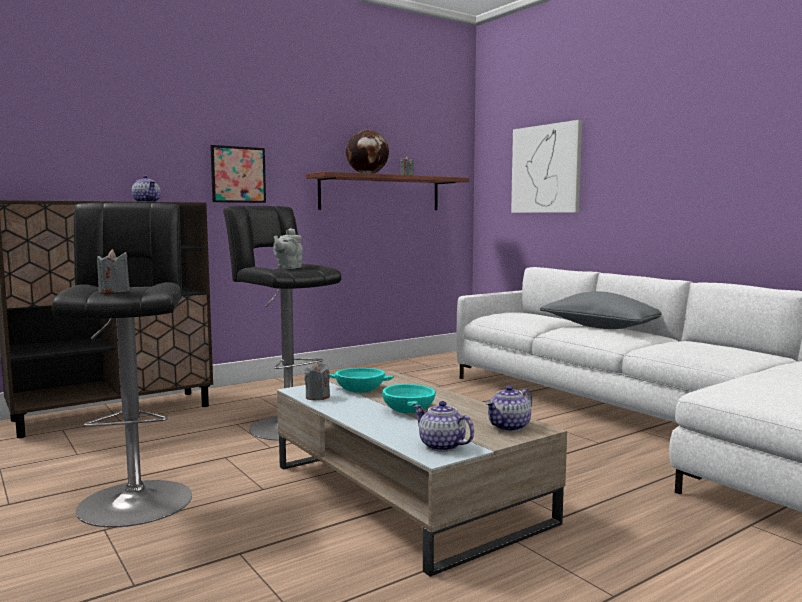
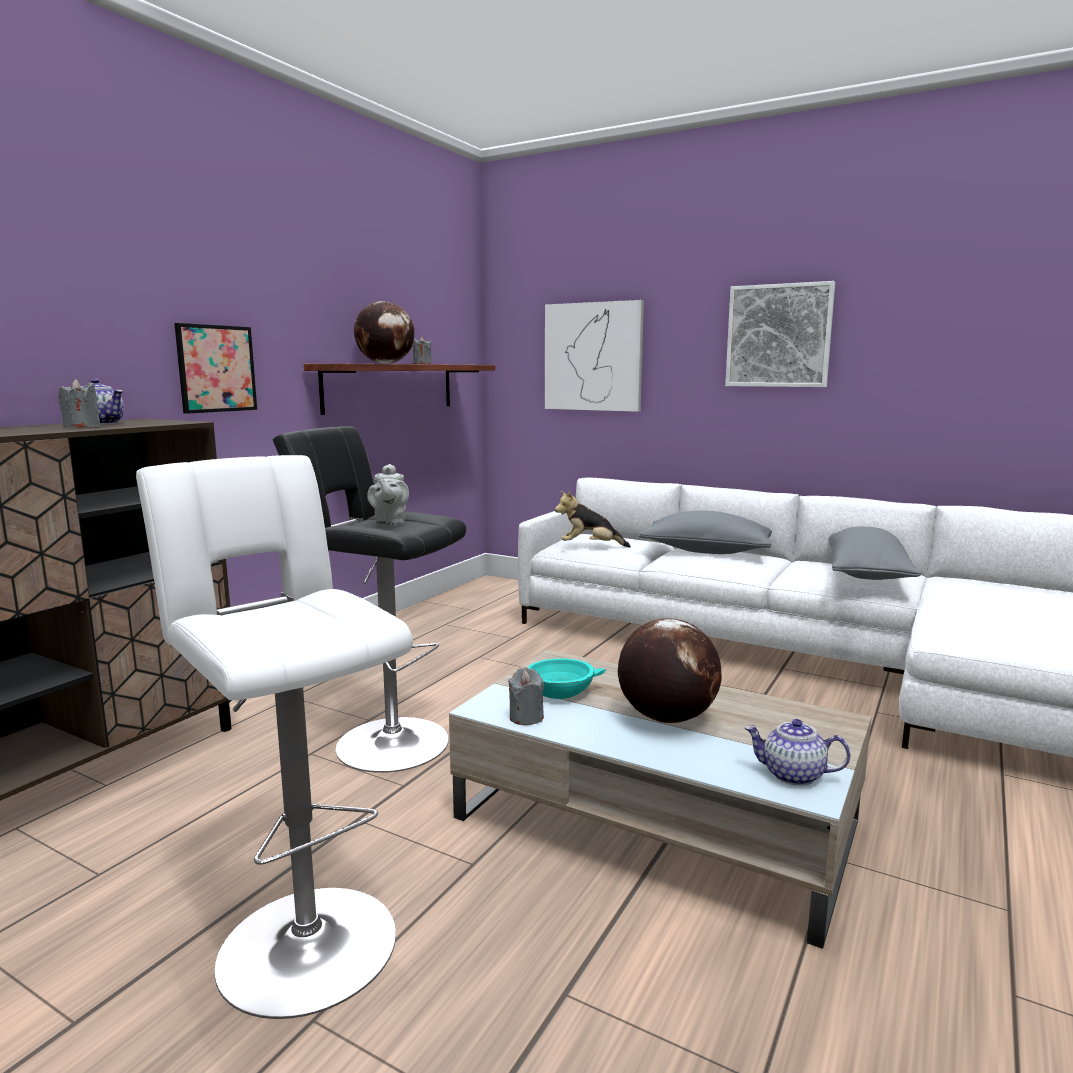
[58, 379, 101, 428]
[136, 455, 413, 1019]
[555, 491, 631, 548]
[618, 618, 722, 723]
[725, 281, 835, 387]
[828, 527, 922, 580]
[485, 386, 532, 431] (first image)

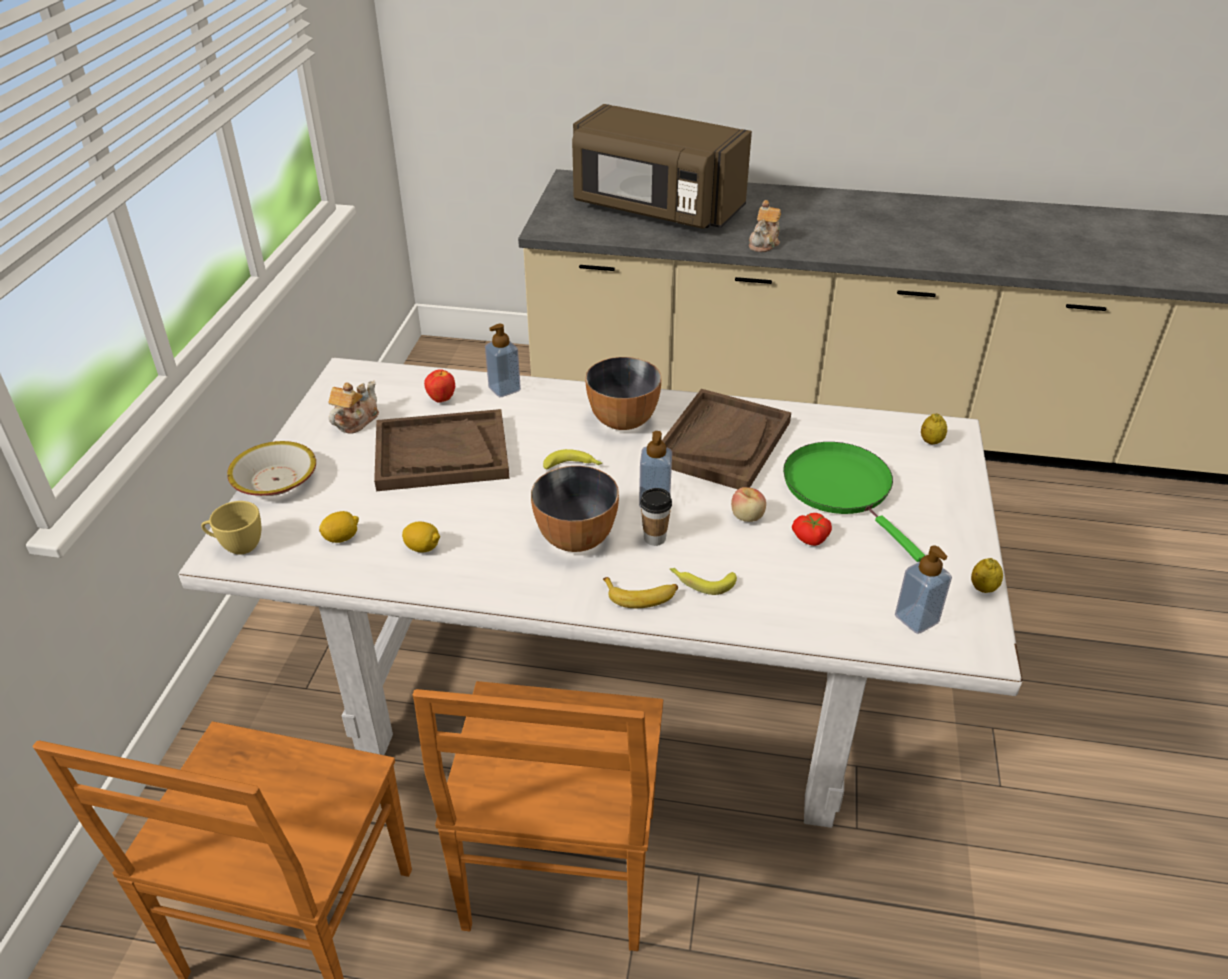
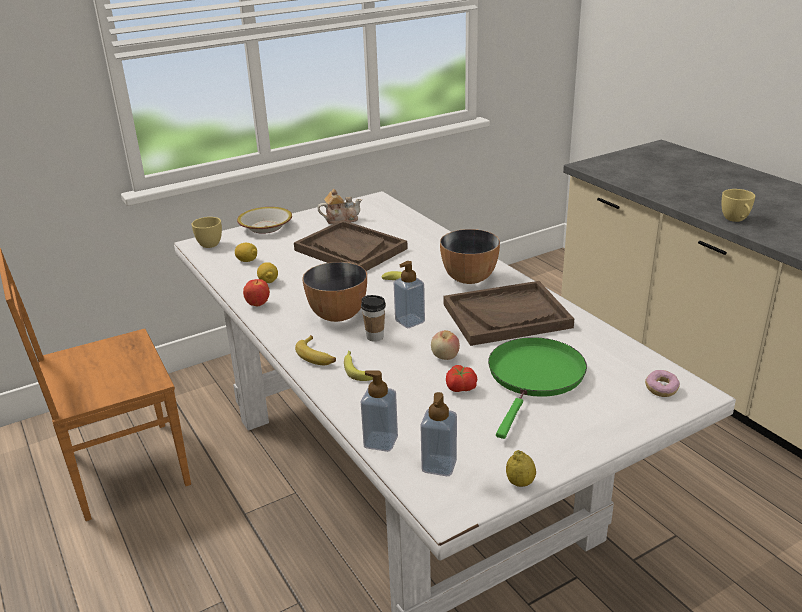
[243, 279, 270, 307]
[361, 370, 398, 452]
[645, 370, 680, 397]
[722, 189, 755, 222]
[413, 681, 663, 951] (first image)
[572, 104, 752, 229] (first image)

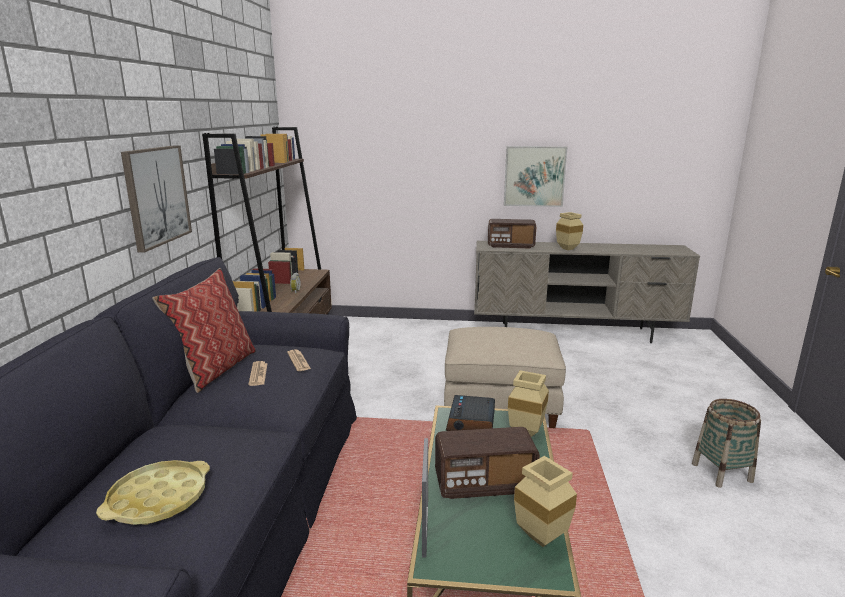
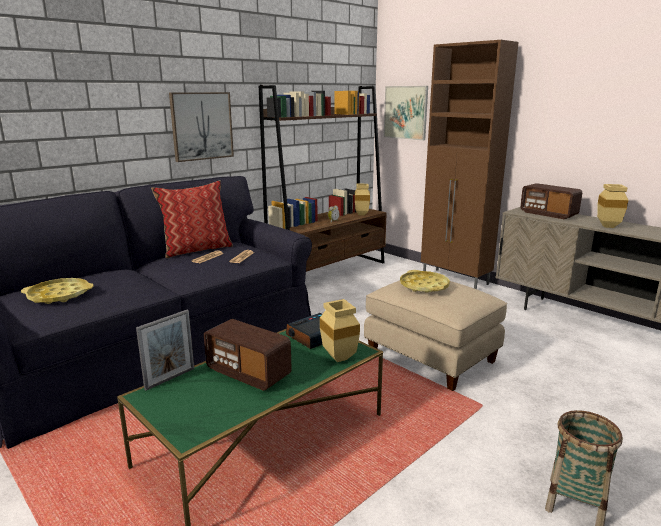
[355, 184, 370, 216]
[384, 86, 428, 140]
[400, 270, 450, 293]
[421, 40, 519, 289]

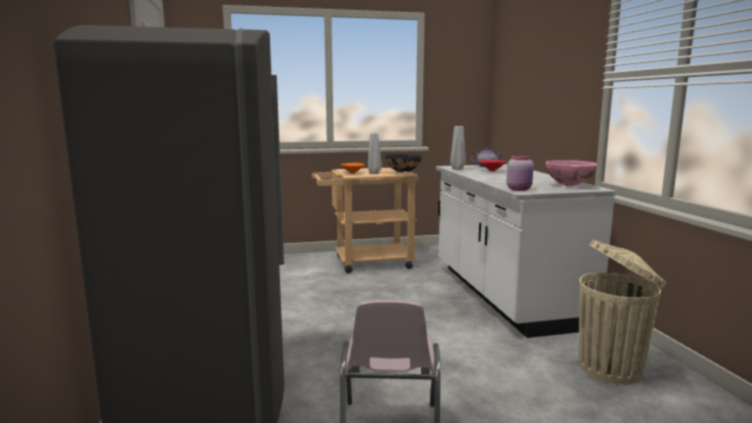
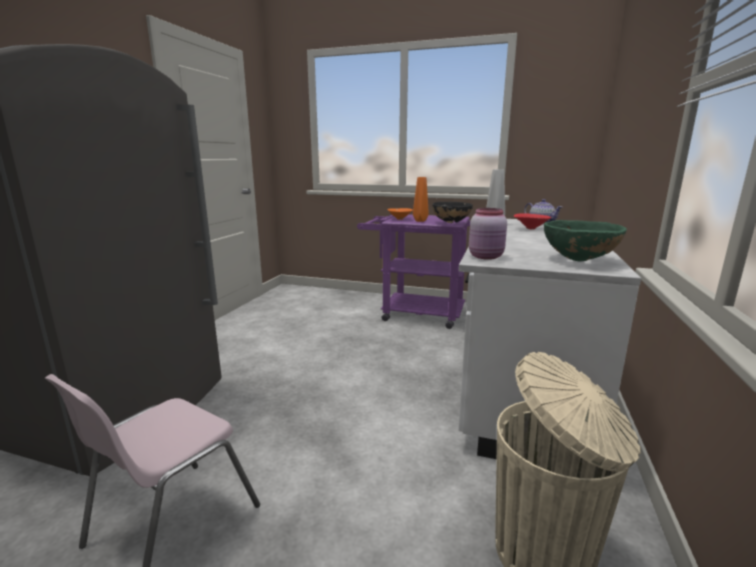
[357, 214, 470, 329]
[413, 177, 429, 222]
[544, 220, 627, 261]

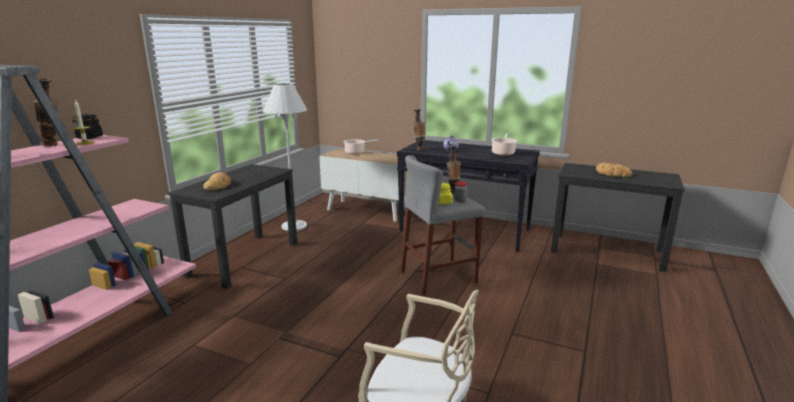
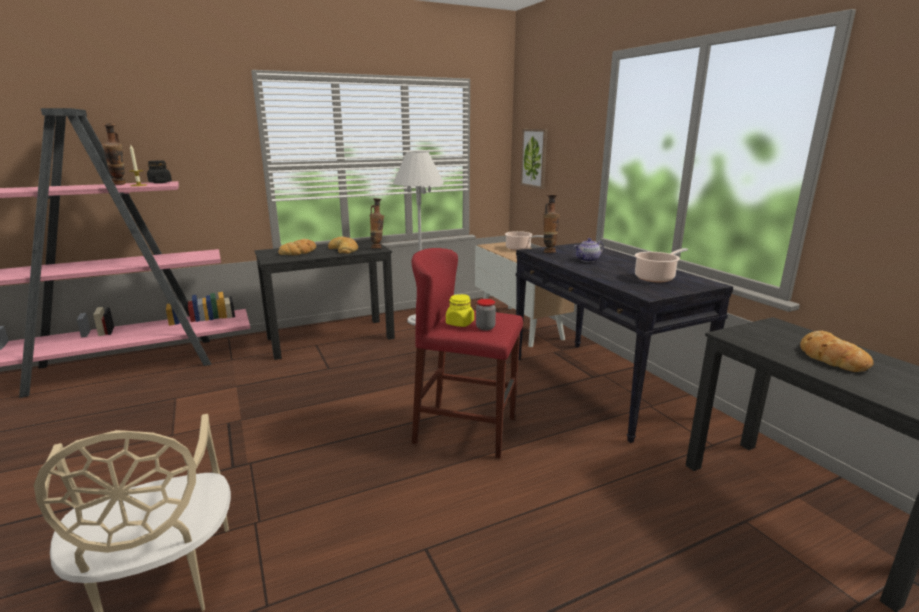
[328, 237, 358, 254]
[370, 198, 384, 248]
[412, 248, 523, 458]
[520, 129, 548, 189]

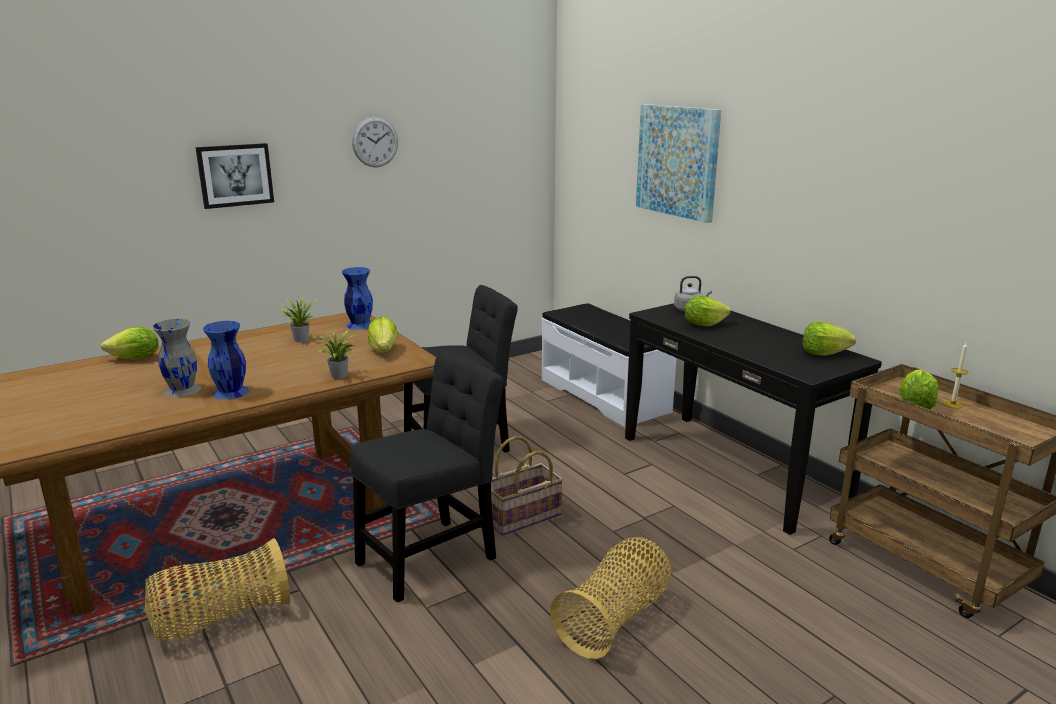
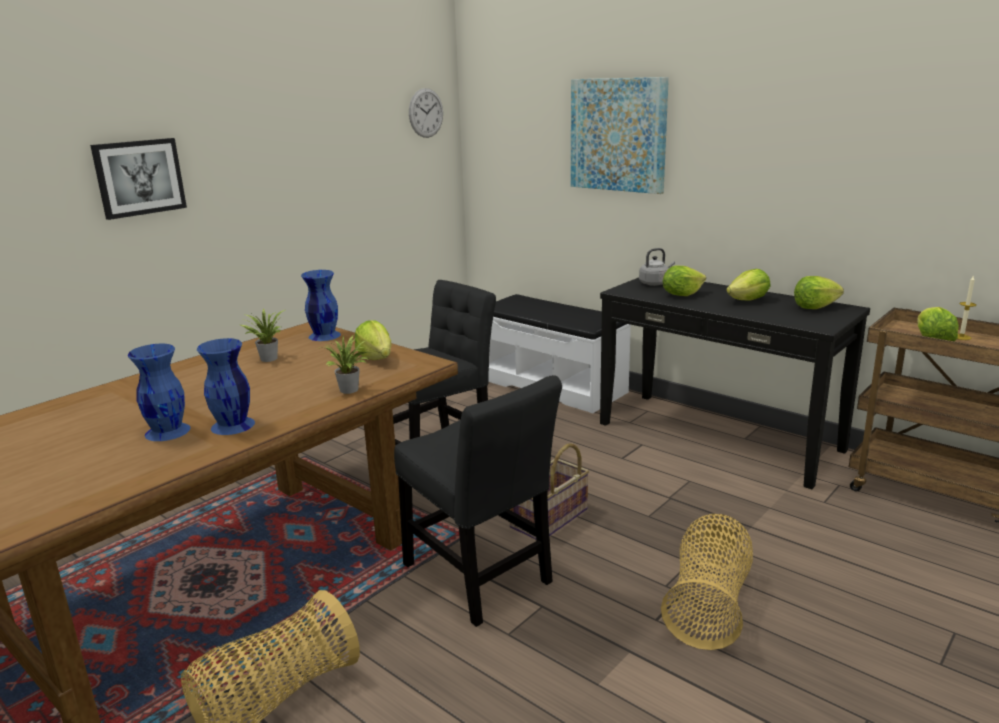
[128, 344, 190, 441]
[394, 375, 562, 627]
[409, 88, 443, 138]
[726, 269, 770, 301]

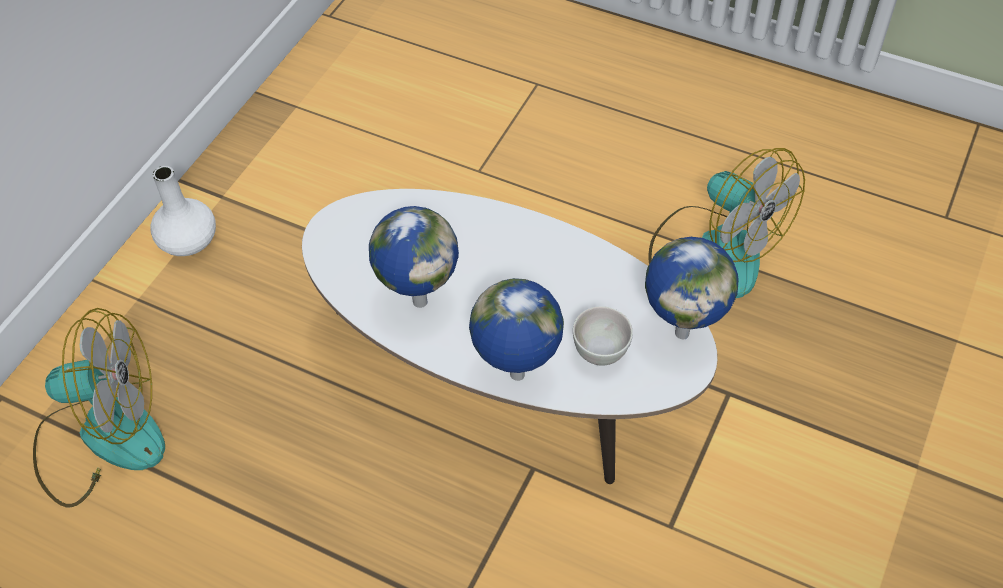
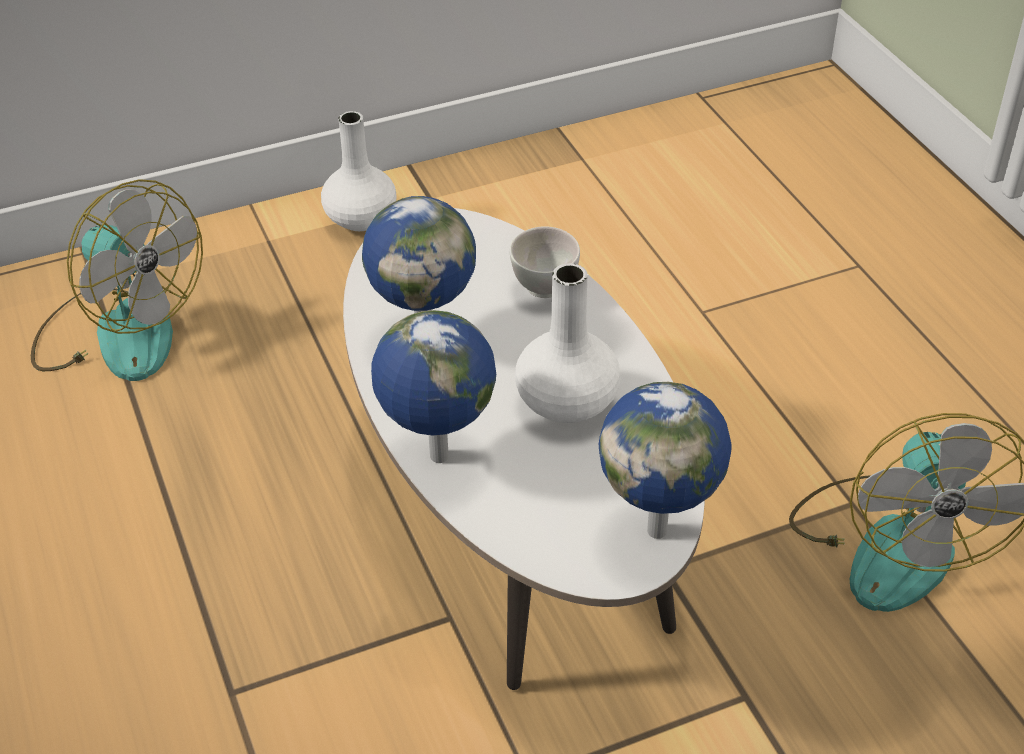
[510, 226, 580, 298]
[515, 263, 621, 423]

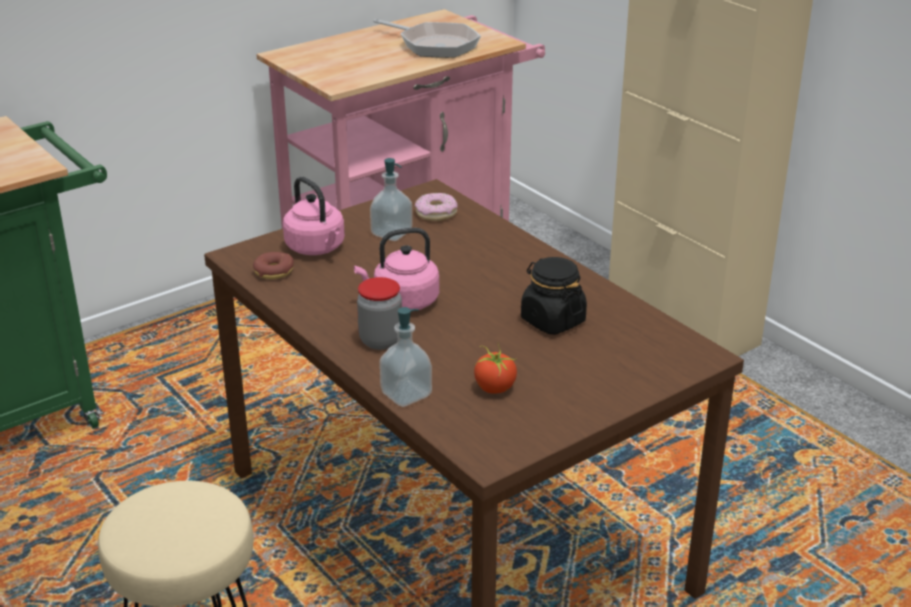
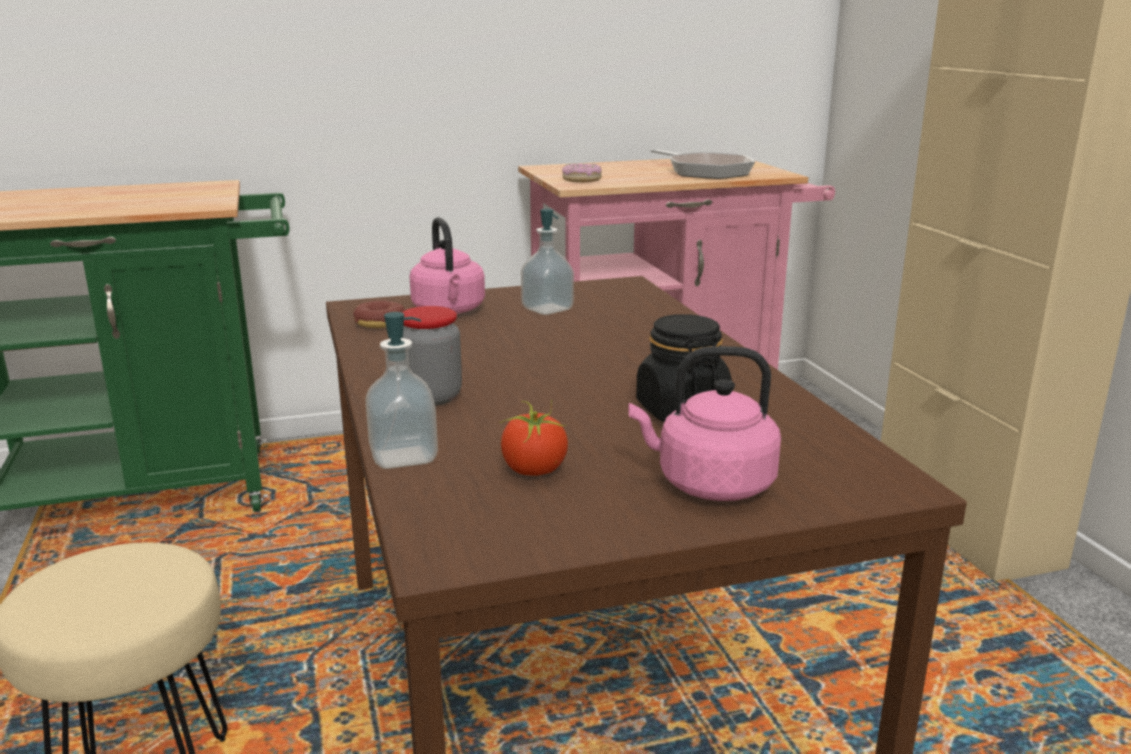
[562, 163, 602, 182]
[628, 346, 781, 501]

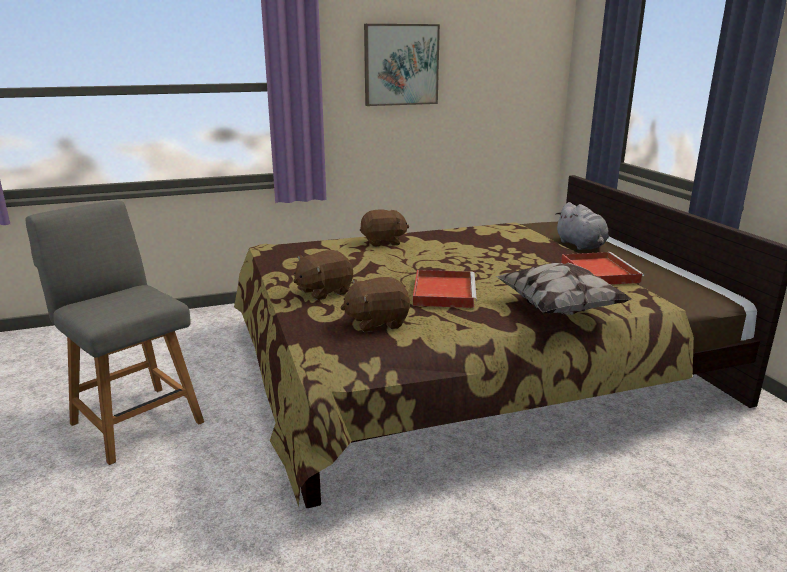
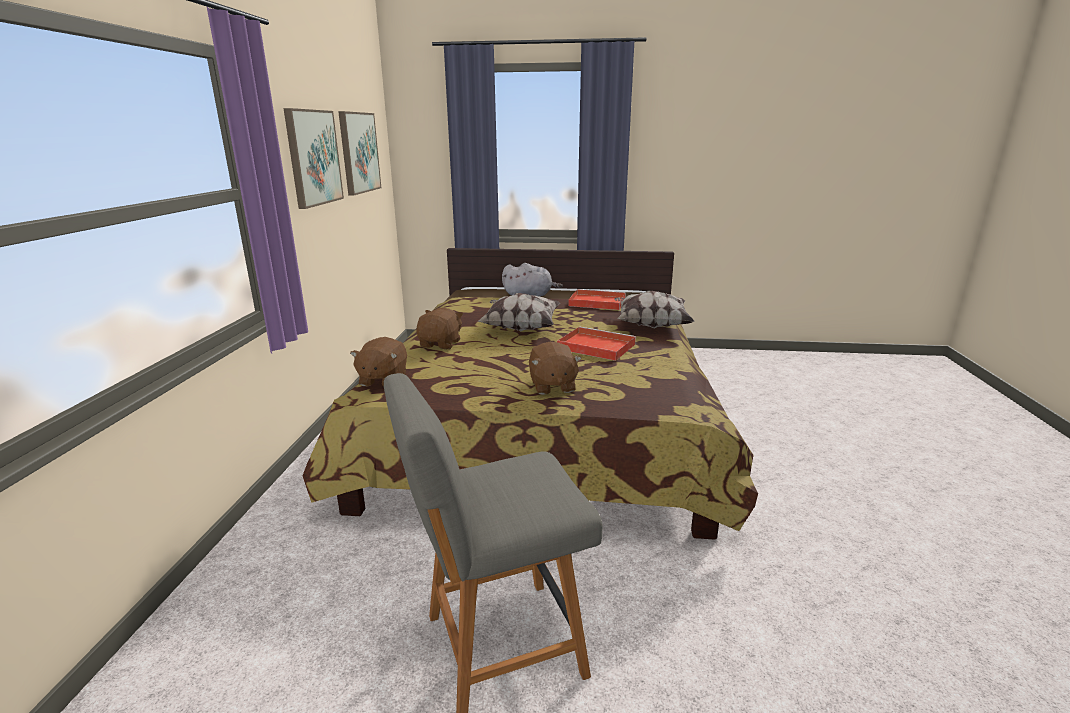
[338, 111, 381, 196]
[350, 337, 407, 386]
[477, 293, 560, 331]

